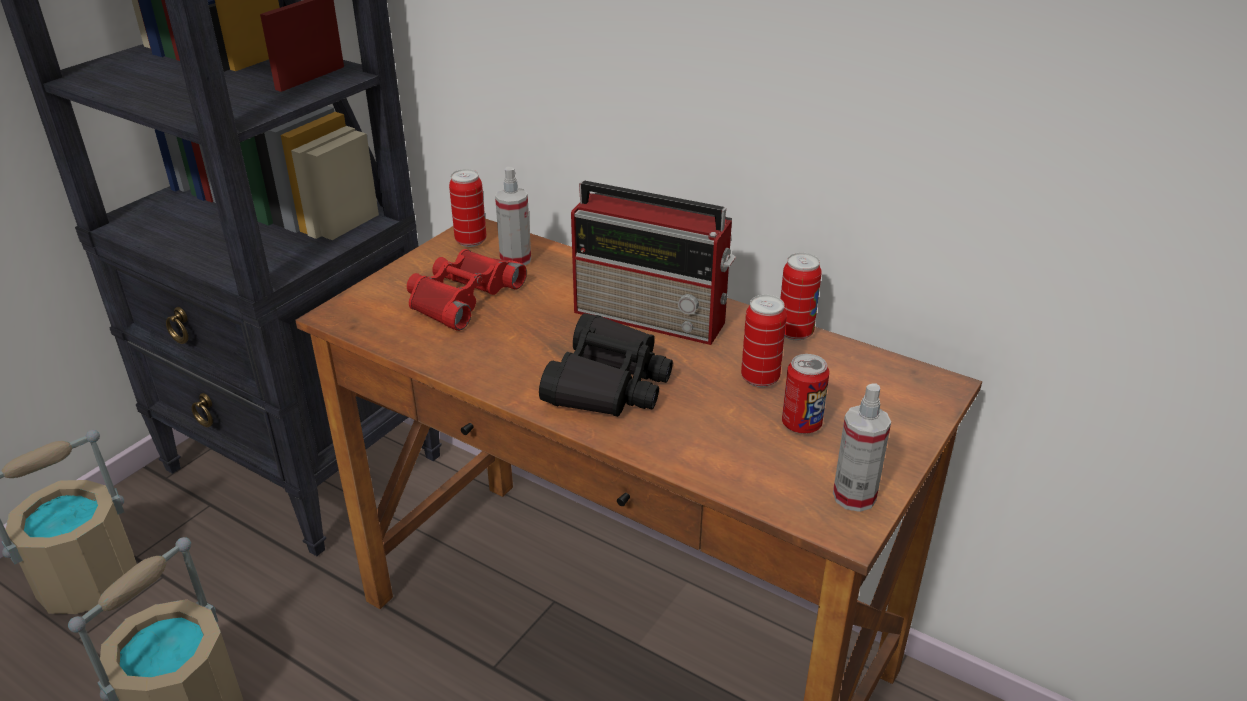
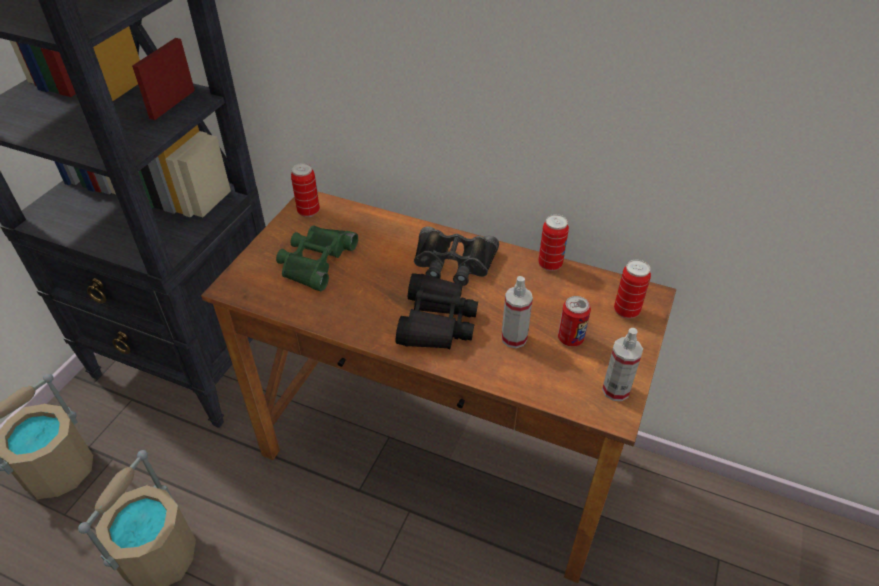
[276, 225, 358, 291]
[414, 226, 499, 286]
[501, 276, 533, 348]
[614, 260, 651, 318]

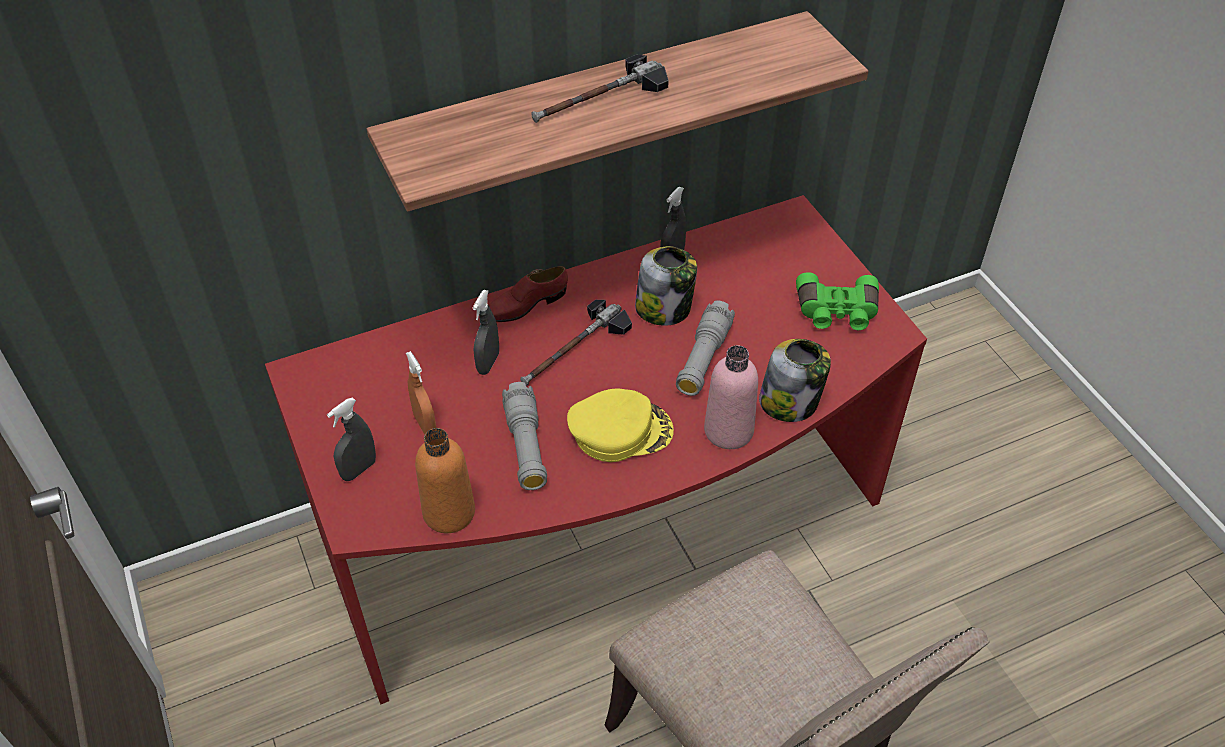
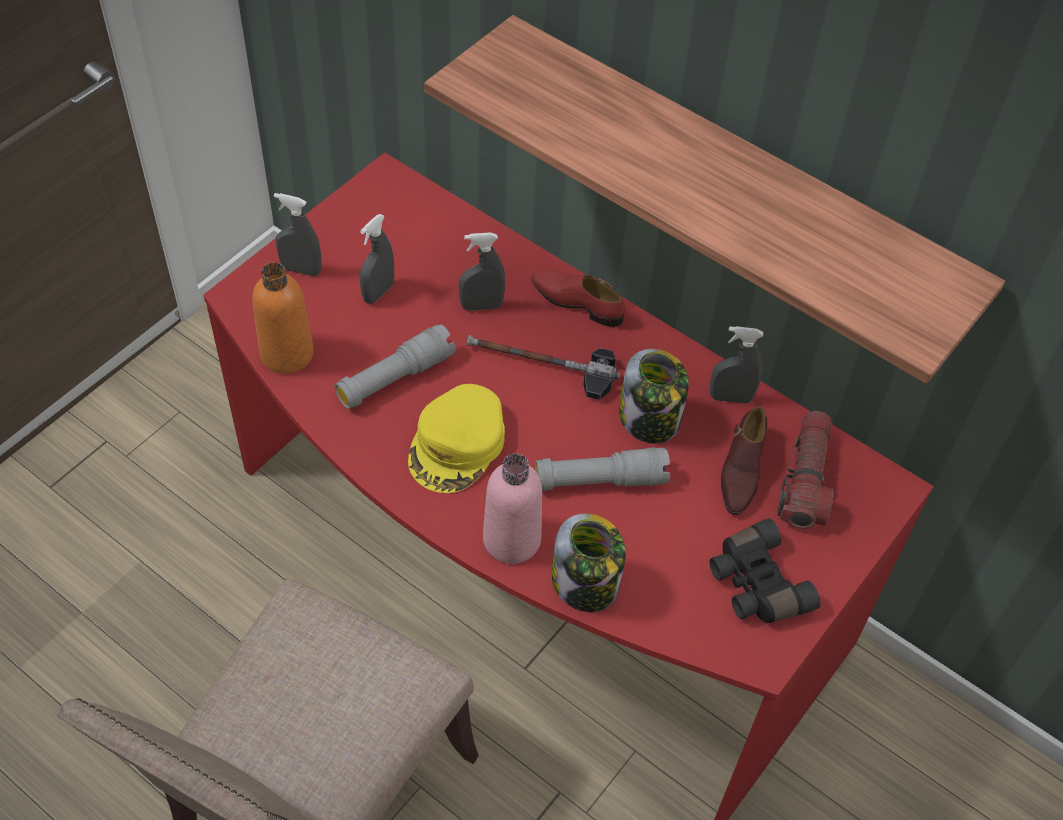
[360, 214, 394, 304]
[408, 384, 505, 493]
[709, 518, 821, 623]
[721, 406, 767, 515]
[777, 411, 834, 529]
[531, 55, 669, 123] (first image)

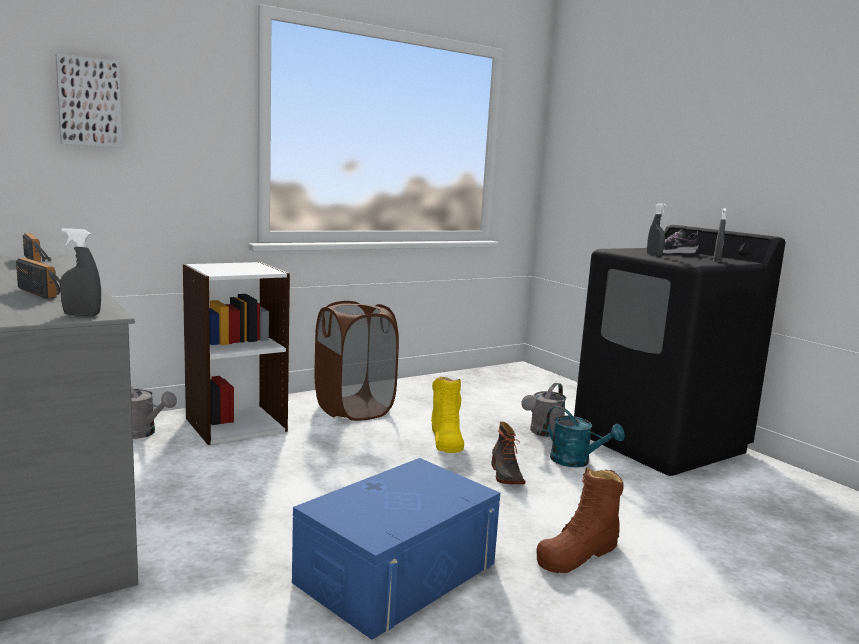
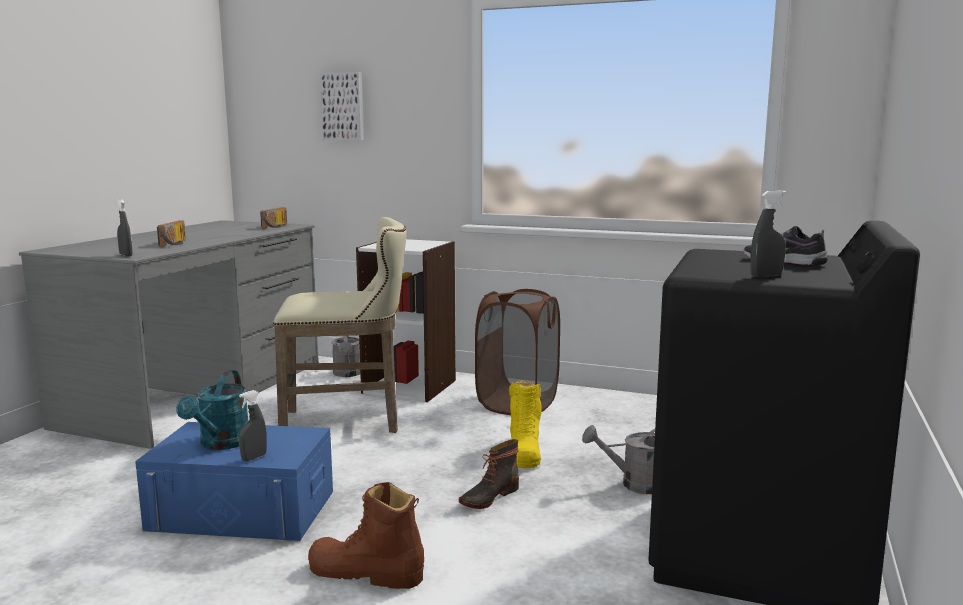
[176, 370, 248, 450]
[239, 390, 267, 461]
[273, 217, 407, 433]
[509, 380, 542, 468]

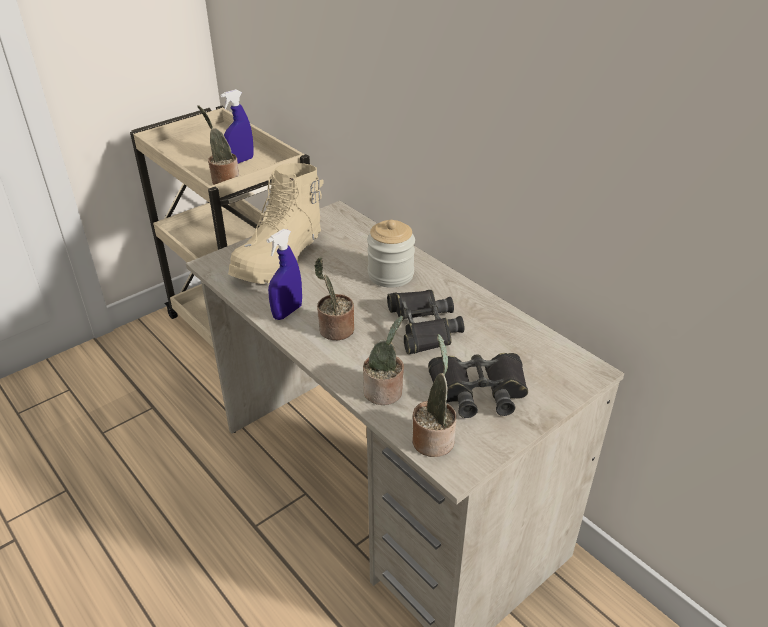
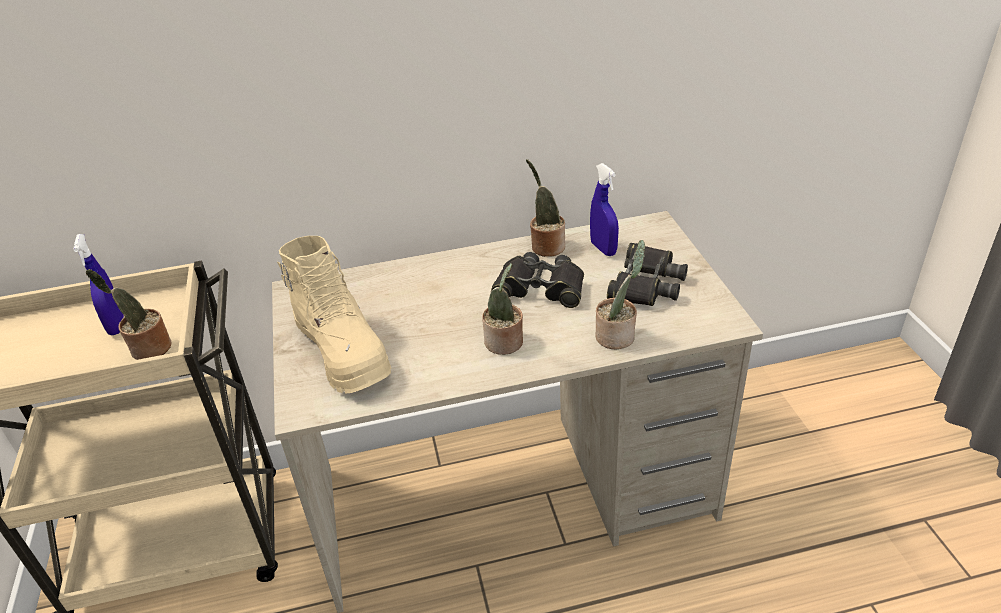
[526, 159, 565, 257]
[590, 163, 619, 256]
[367, 220, 415, 288] (first image)

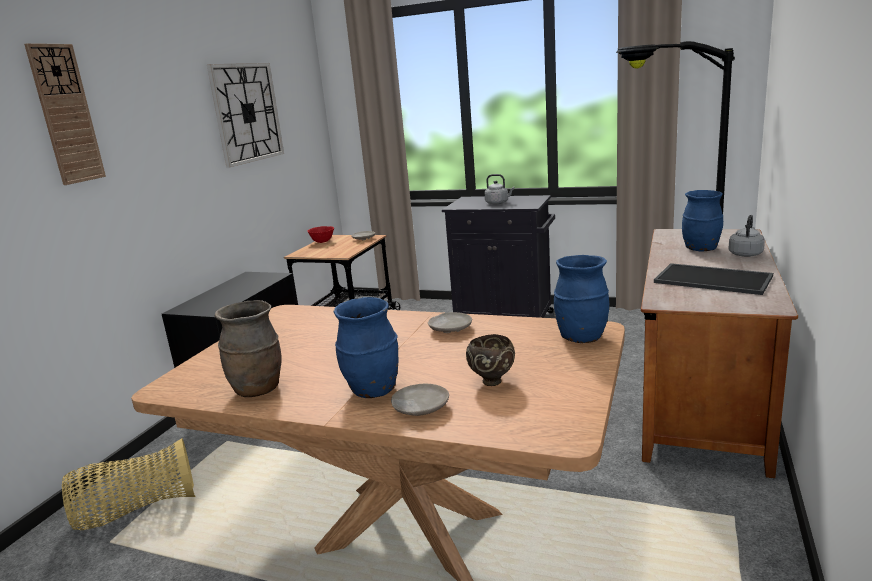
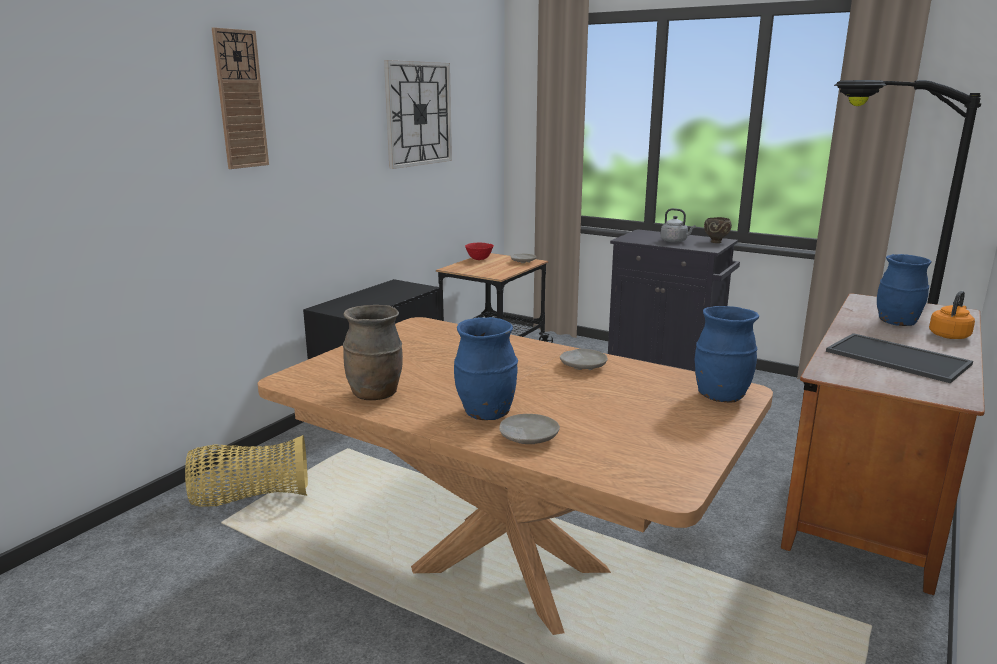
[704, 217, 732, 243]
[929, 291, 975, 339]

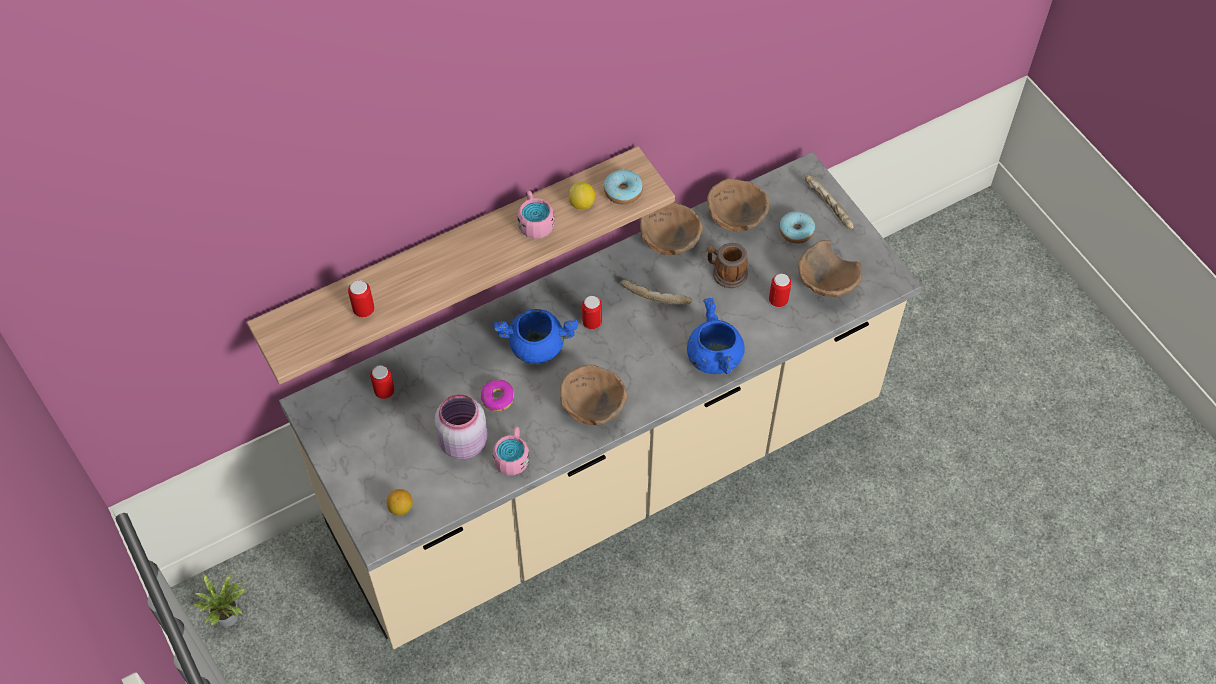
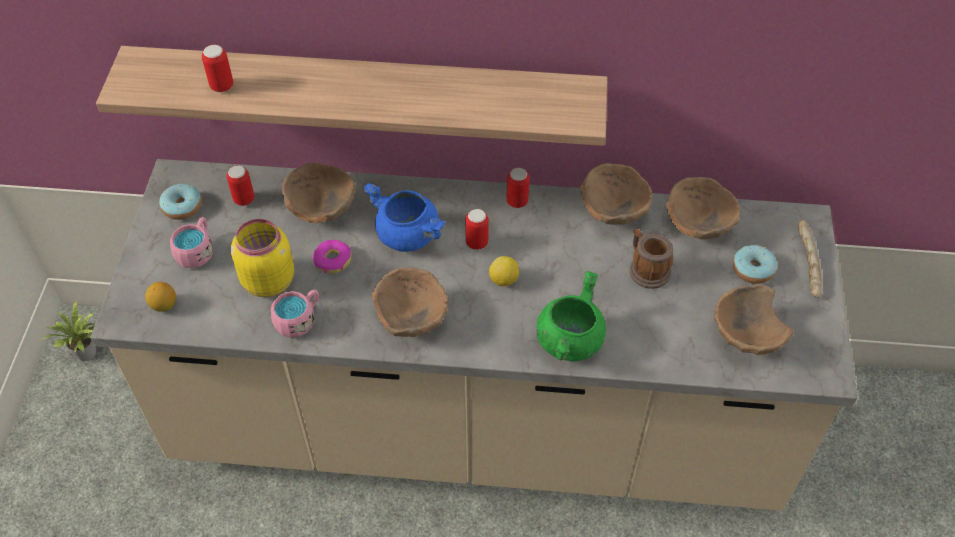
[159, 184, 202, 220]
[170, 217, 213, 268]
[231, 219, 294, 297]
[282, 163, 356, 223]
[489, 256, 519, 287]
[506, 168, 530, 208]
[536, 271, 606, 361]
[621, 280, 692, 305] (first image)

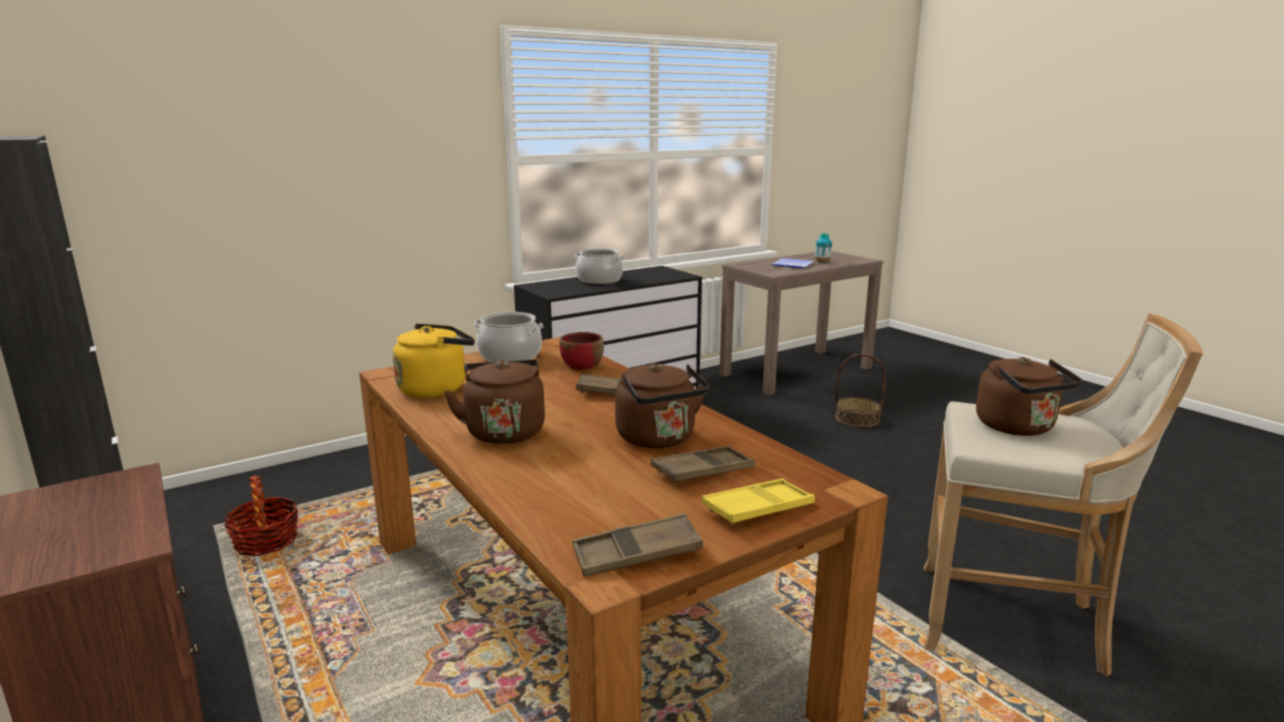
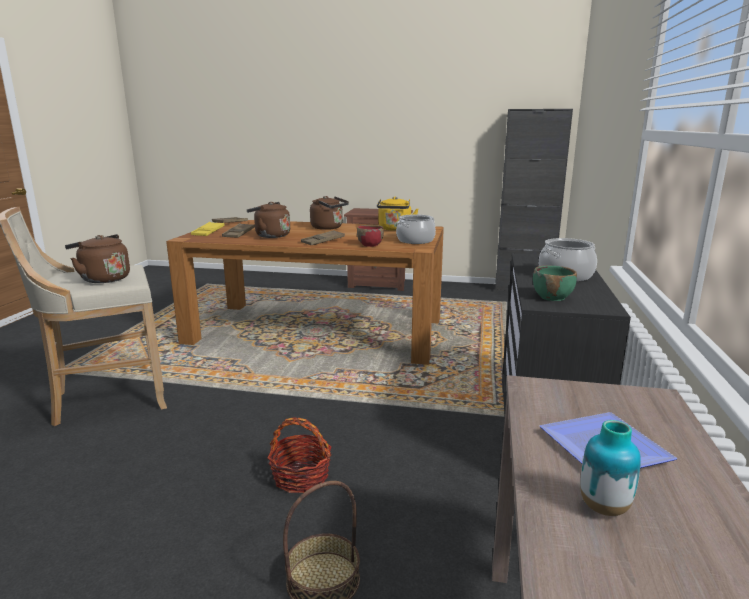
[268, 417, 331, 493]
[533, 265, 577, 301]

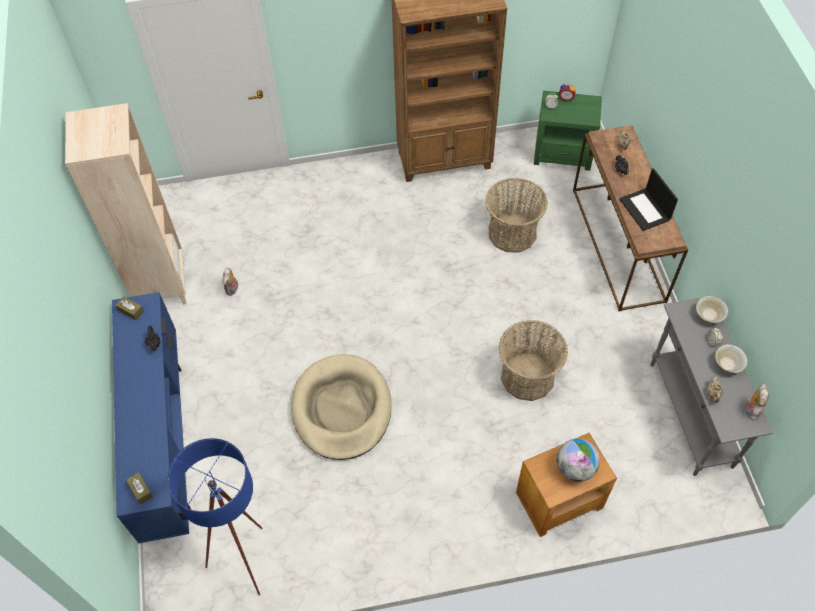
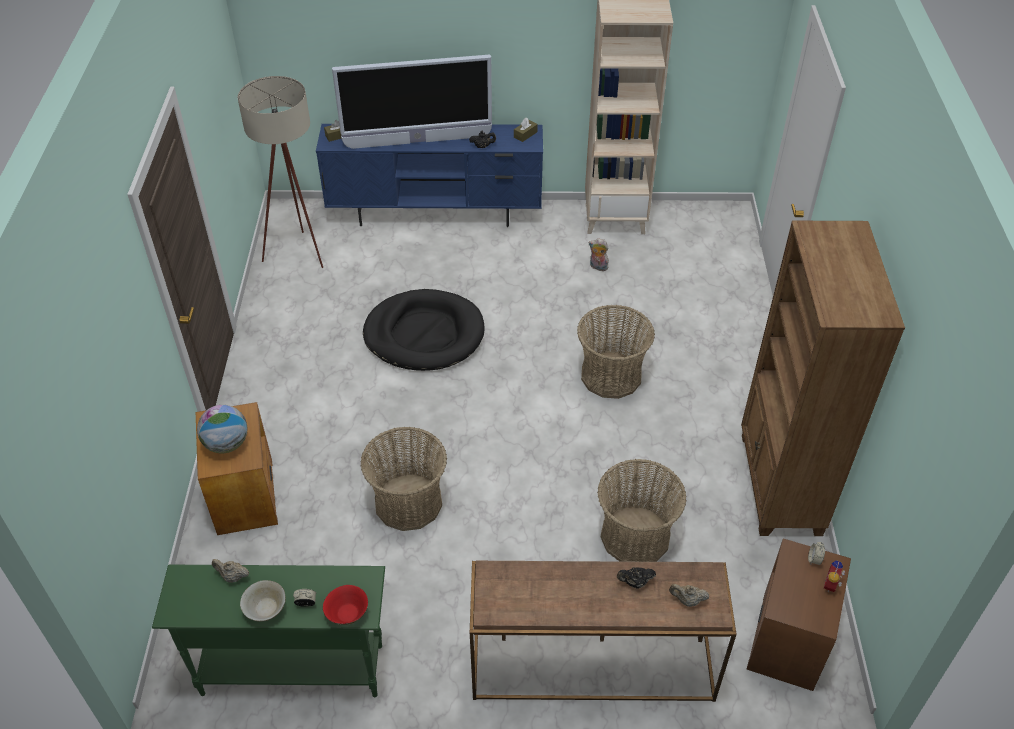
[152, 565, 385, 697]
[238, 76, 323, 268]
[323, 585, 368, 625]
[332, 55, 492, 149]
[363, 289, 485, 371]
[577, 305, 655, 399]
[747, 538, 851, 691]
[619, 168, 678, 231] (first image)
[746, 384, 769, 421] (first image)

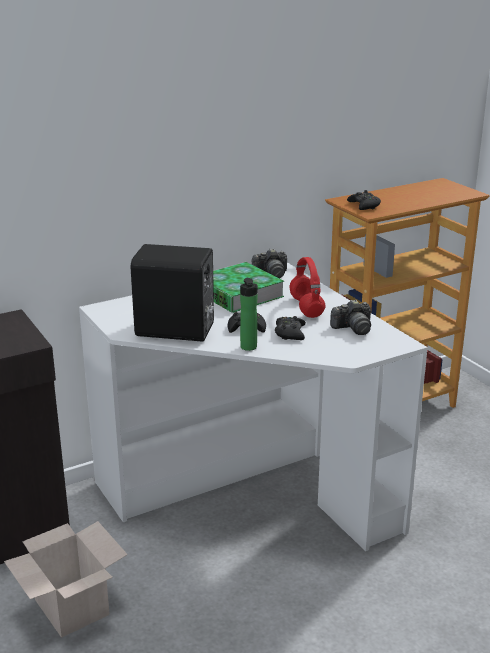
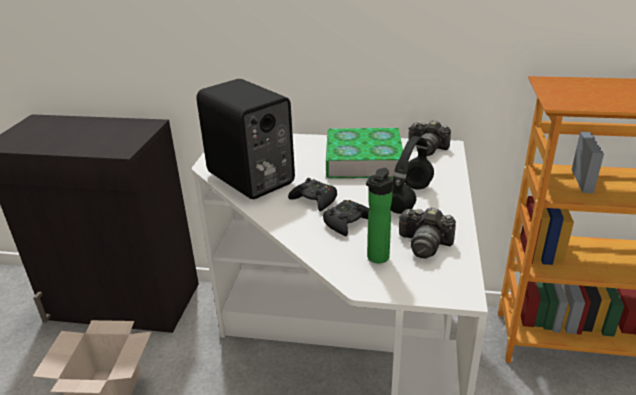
[366, 168, 393, 263]
[391, 136, 434, 214]
[347, 190, 381, 210] (first image)

